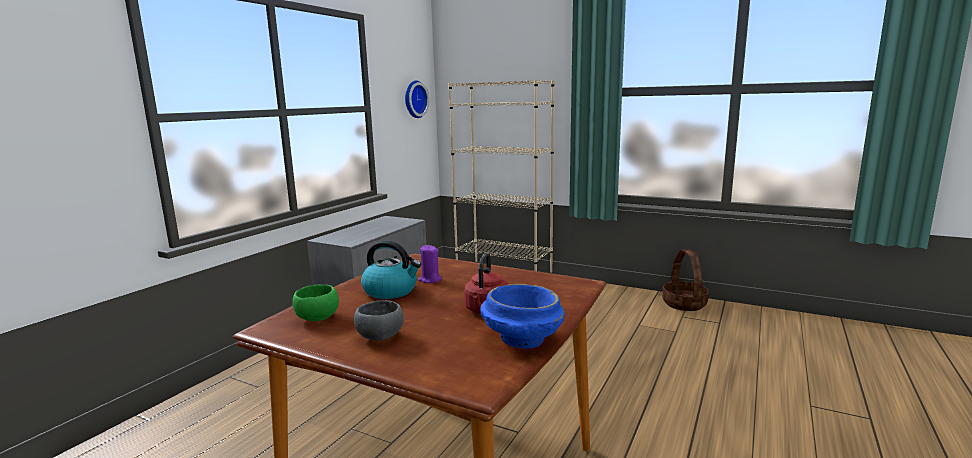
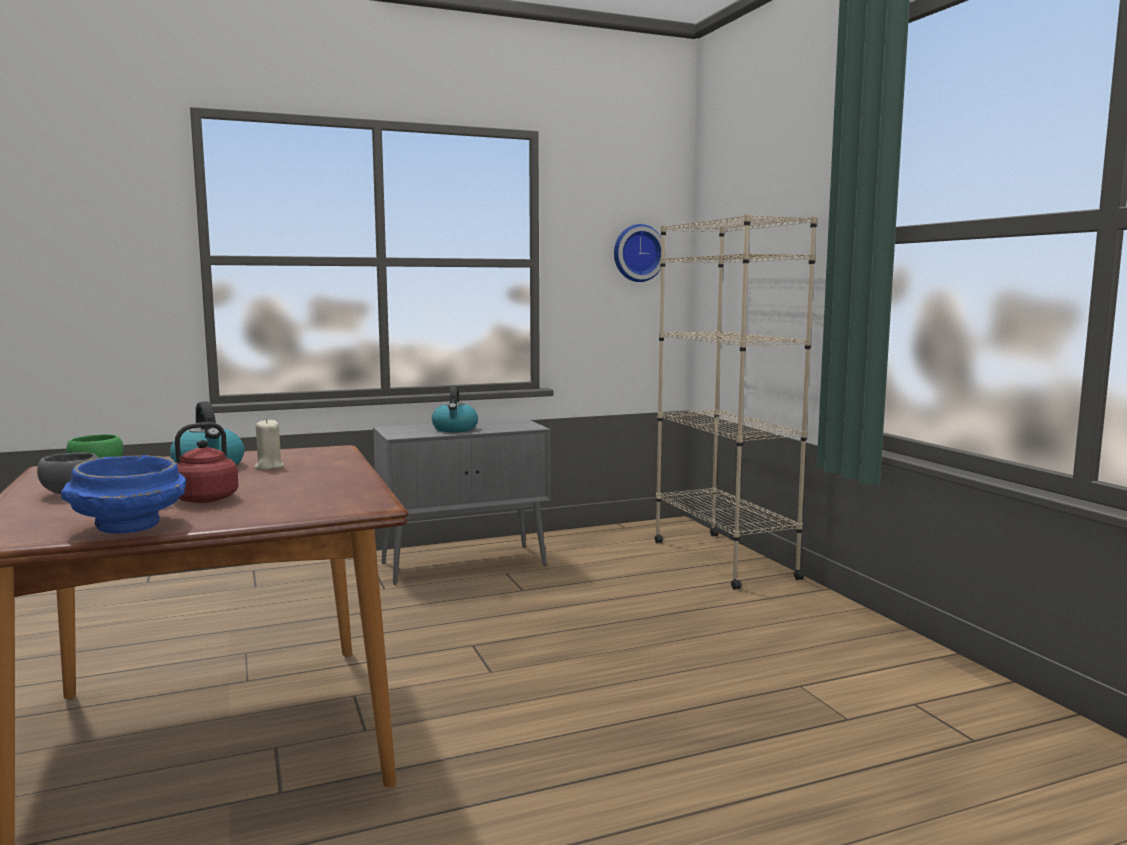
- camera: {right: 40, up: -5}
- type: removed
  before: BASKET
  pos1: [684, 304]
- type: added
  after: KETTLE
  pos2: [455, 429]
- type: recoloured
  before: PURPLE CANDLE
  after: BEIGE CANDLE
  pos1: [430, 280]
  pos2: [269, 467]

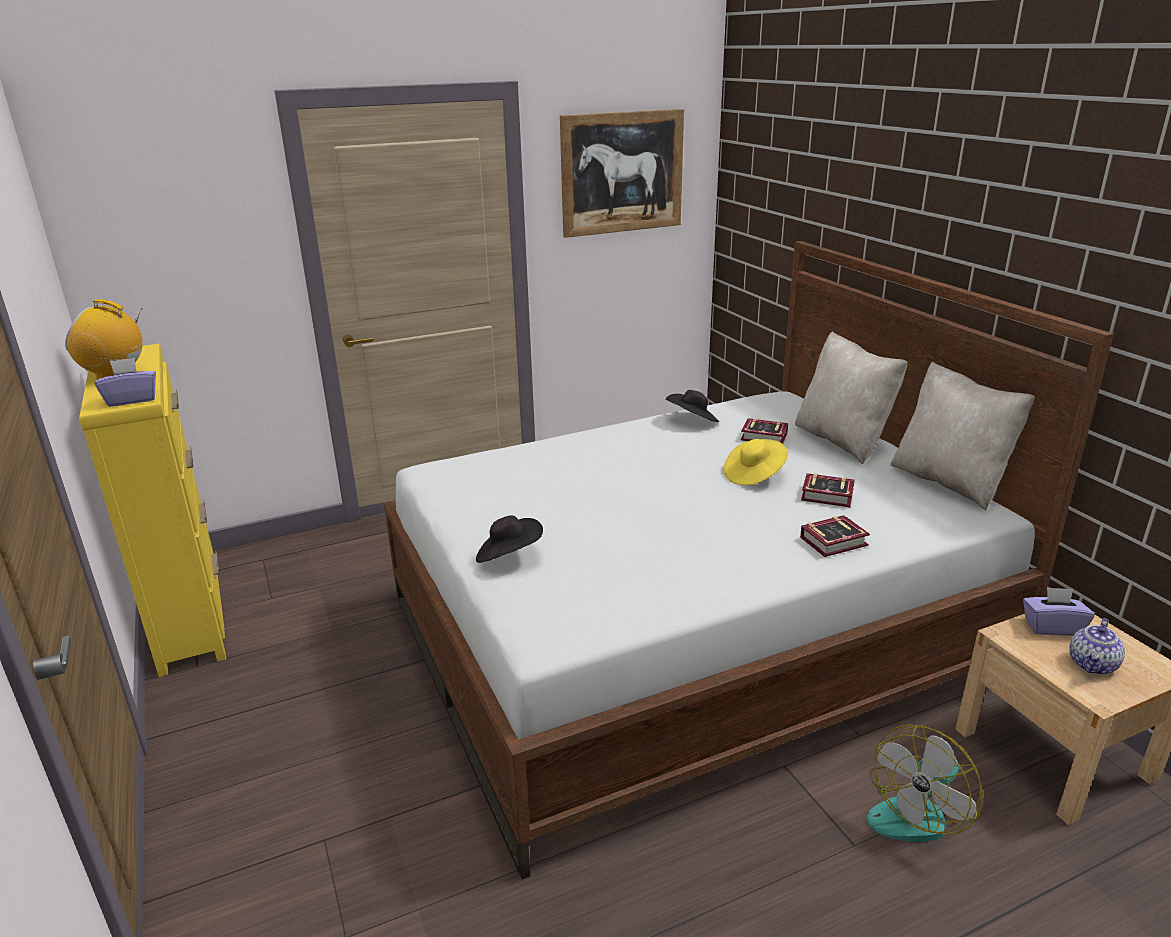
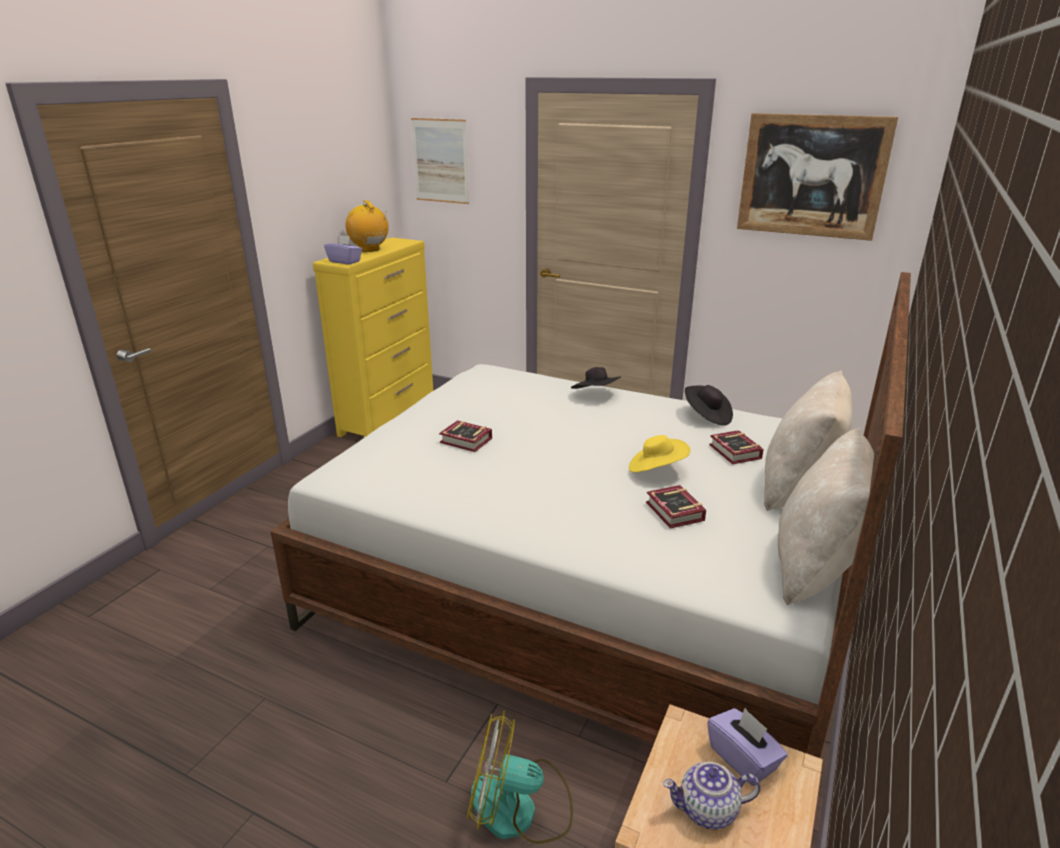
- camera: {right: 50, up: 0}
- type: added
  after: PICTURE
  pos2: [440, 161]
- type: moved
  before: BLACK HAT
  pos1: [509, 556]
  pos2: [596, 395]
- type: moved
  before: BOOK
  pos1: [836, 541]
  pos2: [467, 441]

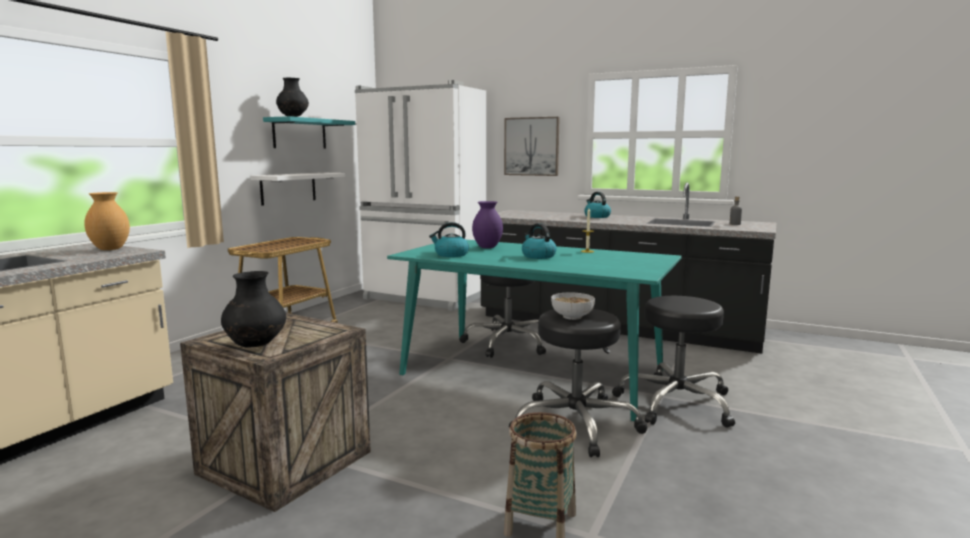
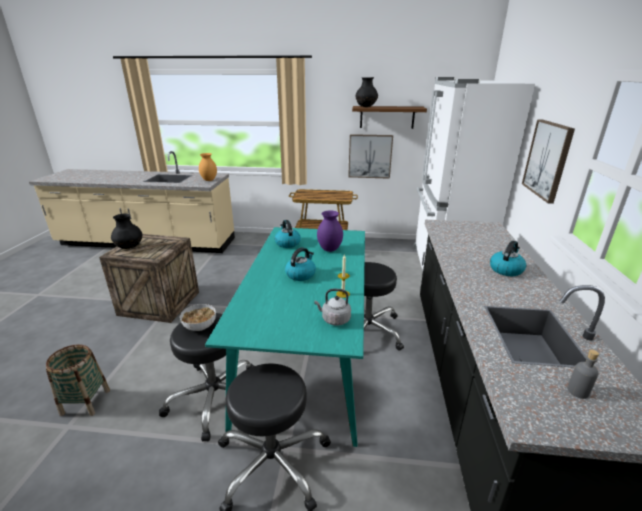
- camera: {right: 70, up: 15}
- type: added
  after: GREY KETTLE
  pos2: [334, 319]
- type: replaced
  before: WHITE SHELF
  after: PICTURE
  pos1: [288, 188]
  pos2: [370, 156]
- type: recoloured
  before: TURQUOISE SHELF
  after: BROWN SHELF
  pos1: [299, 134]
  pos2: [387, 117]

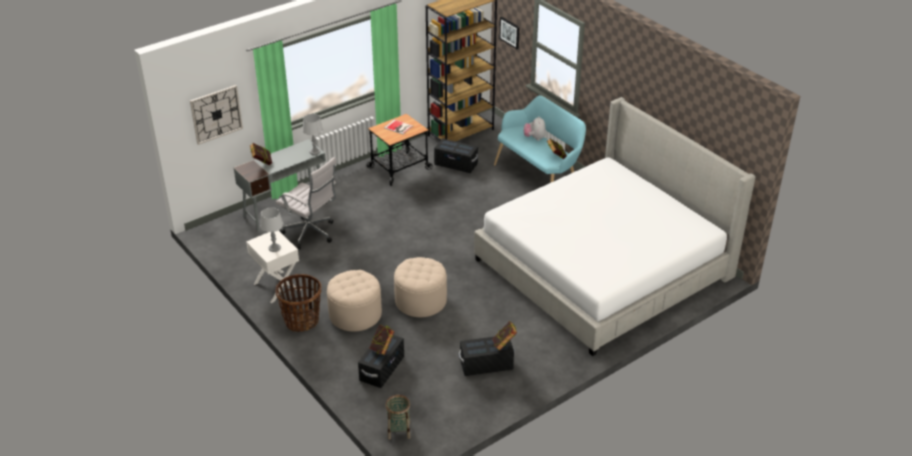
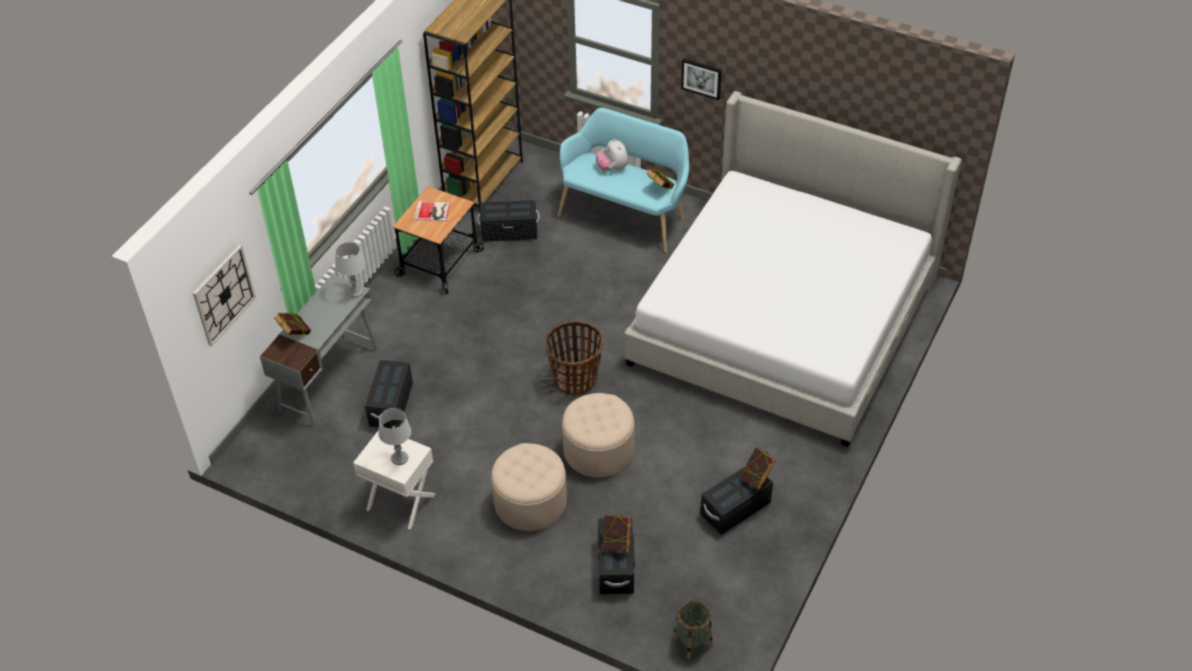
- camera: {right: -25, up: 10}
- type: moved
  before: BASKET
  pos1: [302, 321]
  pos2: [575, 379]
- type: moved
  before: PICTURE
  pos1: [510, 32]
  pos2: [701, 78]
- type: replaced
  before: WHITE OFFICE CHAIR
  after: BLACK STORAGE BOX
  pos1: [311, 234]
  pos2: [391, 405]

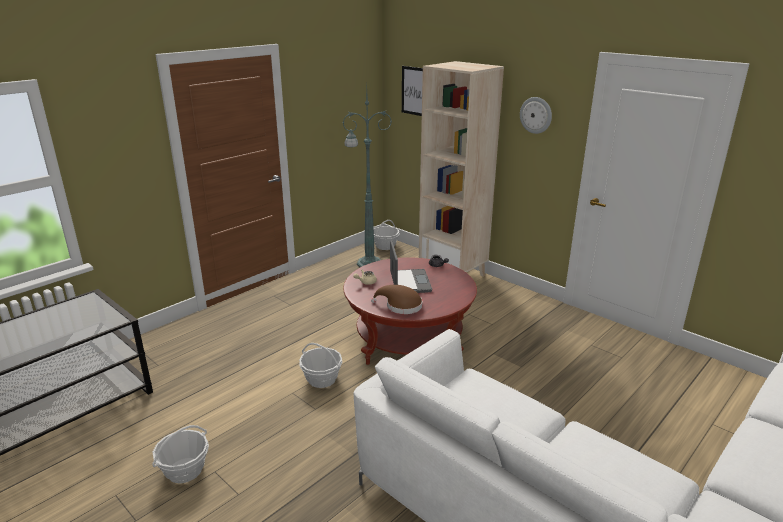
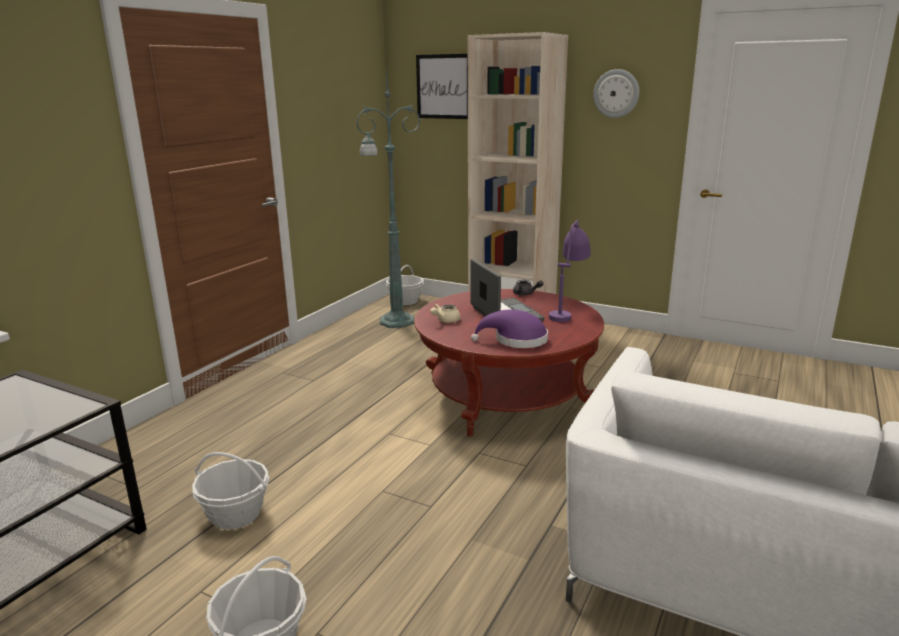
- camera: {right: -15, up: -5}
- type: added
  after: PURPLE TABLE LAMP
  pos2: [568, 310]
- type: moved
  before: BASKET
  pos1: [322, 379]
  pos2: [236, 514]
- type: recoloured
  before: BROWN HAT
  after: PURPLE HAT
  pos1: [400, 306]
  pos2: [516, 340]

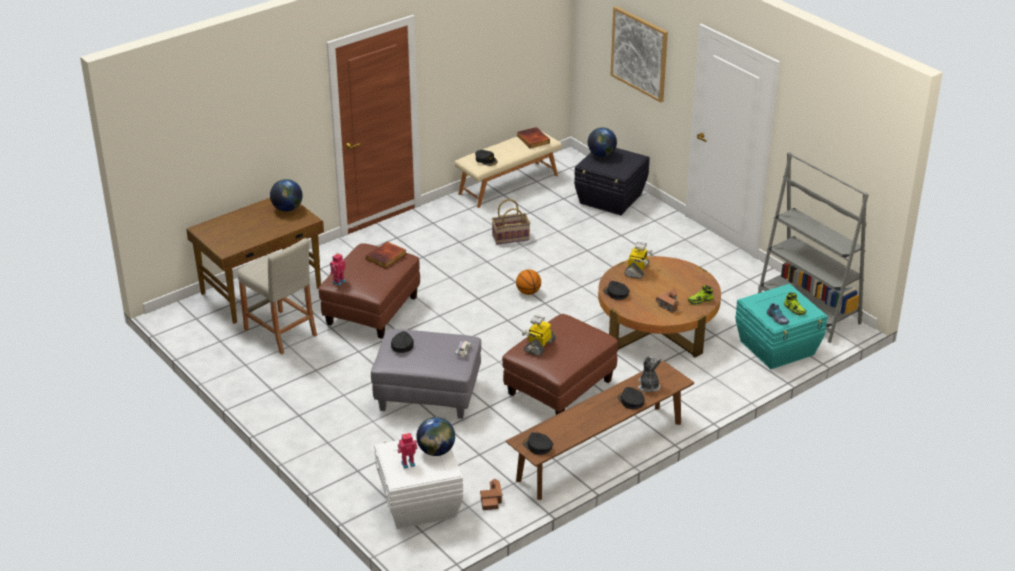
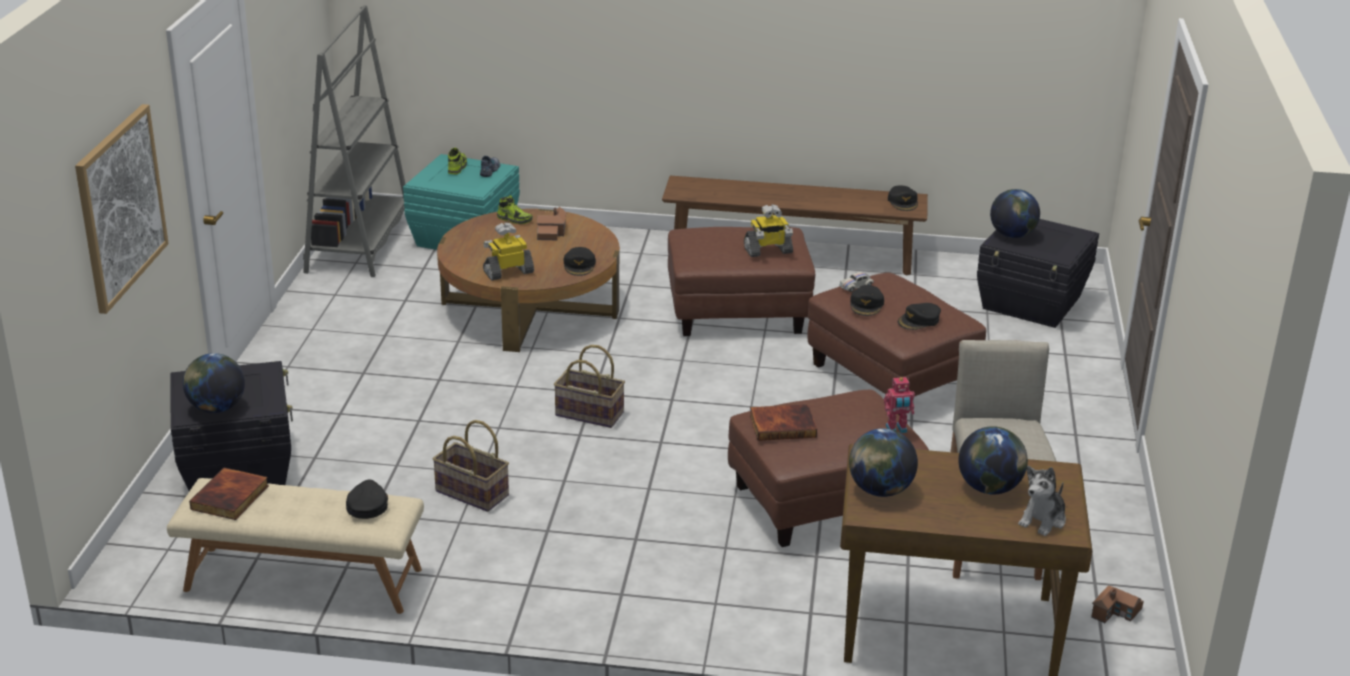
- camera: {right: -135, up: -5}
- type: removed
  before: TOY ROBOT
  pos1: [408, 463]
- type: added
  after: GLOBE
  pos2: [989, 488]
- type: moved
  before: TOY HOUSE
  pos1: [491, 500]
  pos2: [1116, 612]
- type: moved
  before: BLACK CAP
  pos1: [631, 401]
  pos2: [866, 305]
- type: moved
  before: PLUSH TOY
  pos1: [648, 386]
  pos2: [1043, 520]
- type: replaced
  before: BASKETBALL
  after: BASKET
  pos1: [528, 292]
  pos2: [588, 414]
- type: recoloured
  before: GREY OTTOMAN
  after: BROWN OTTOMAN
  pos1: [427, 394]
  pos2: [891, 378]
- type: recoloured
  before: WHITE STORAGE BOX
  after: BLACK STORAGE BOX
  pos1: [418, 503]
  pos2: [1032, 303]

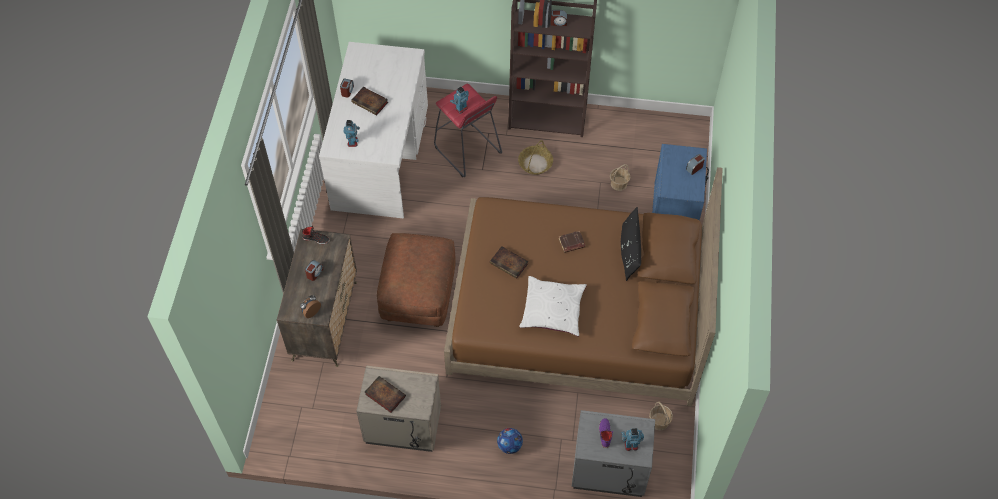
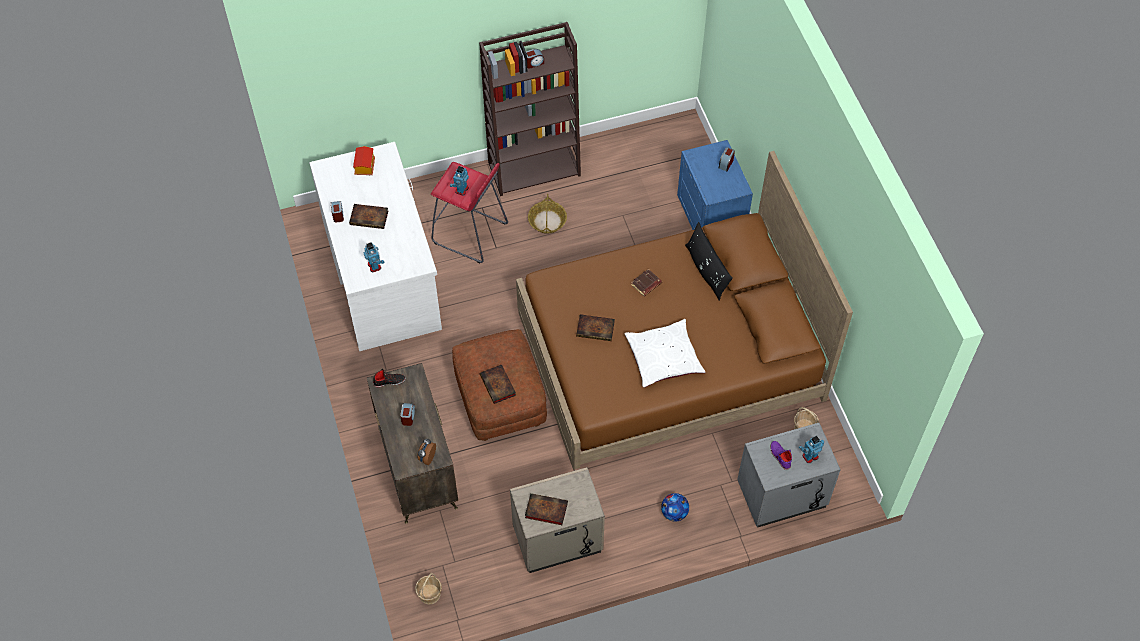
- camera: {right: -25, up: 0}
- type: added
  after: TOY HOUSE
  pos2: [364, 167]
- type: added
  after: BOOK
  pos2: [498, 386]
- type: moved
  before: BASKET
  pos1: [619, 184]
  pos2: [430, 594]

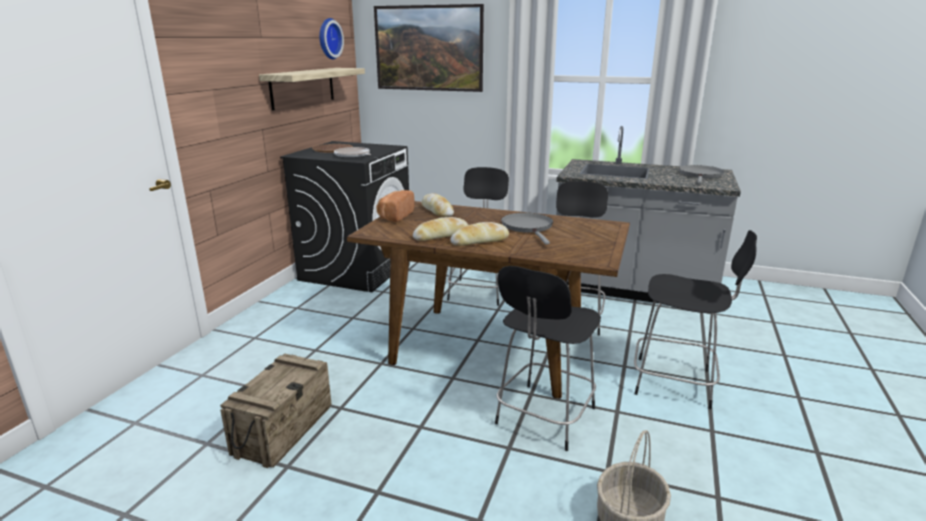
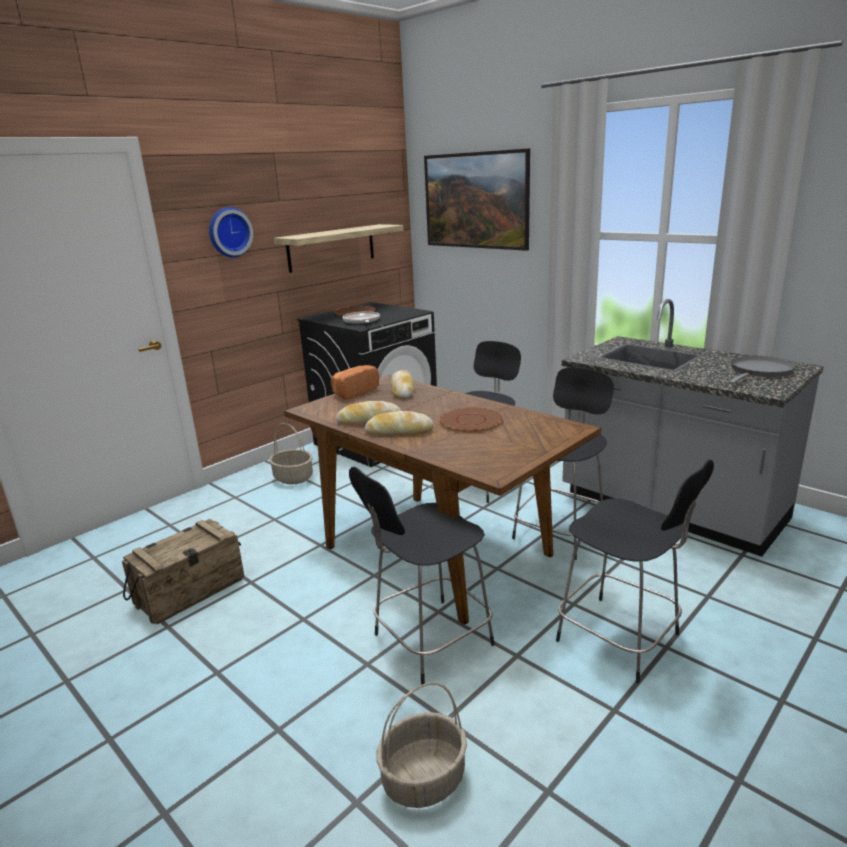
- camera: {right: 25, up: 0}
- type: added
  after: BASKET
  pos2: [293, 478]
- type: moved
  before: WALL CLOCK
  pos1: [328, 39]
  pos2: [229, 232]
- type: replaced
  before: GREY FRYING PAN
  after: BROWN PLATE
  pos1: [528, 227]
  pos2: [471, 421]

